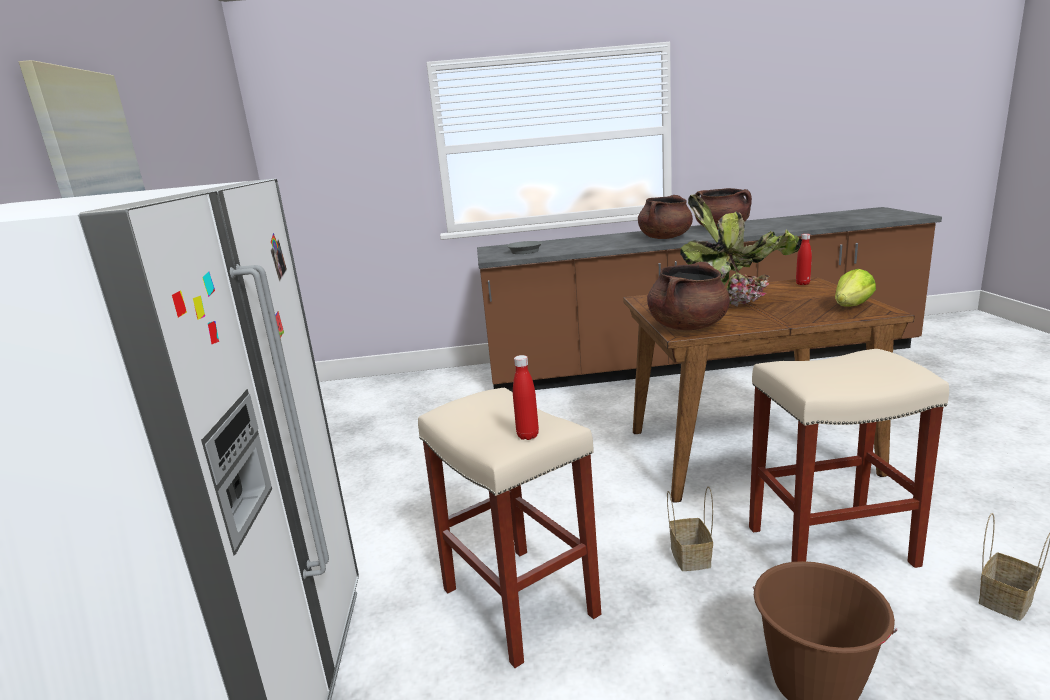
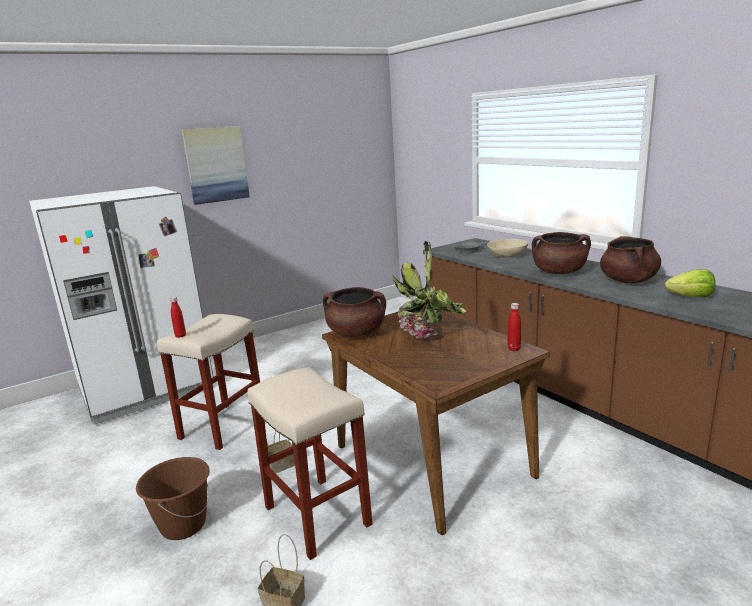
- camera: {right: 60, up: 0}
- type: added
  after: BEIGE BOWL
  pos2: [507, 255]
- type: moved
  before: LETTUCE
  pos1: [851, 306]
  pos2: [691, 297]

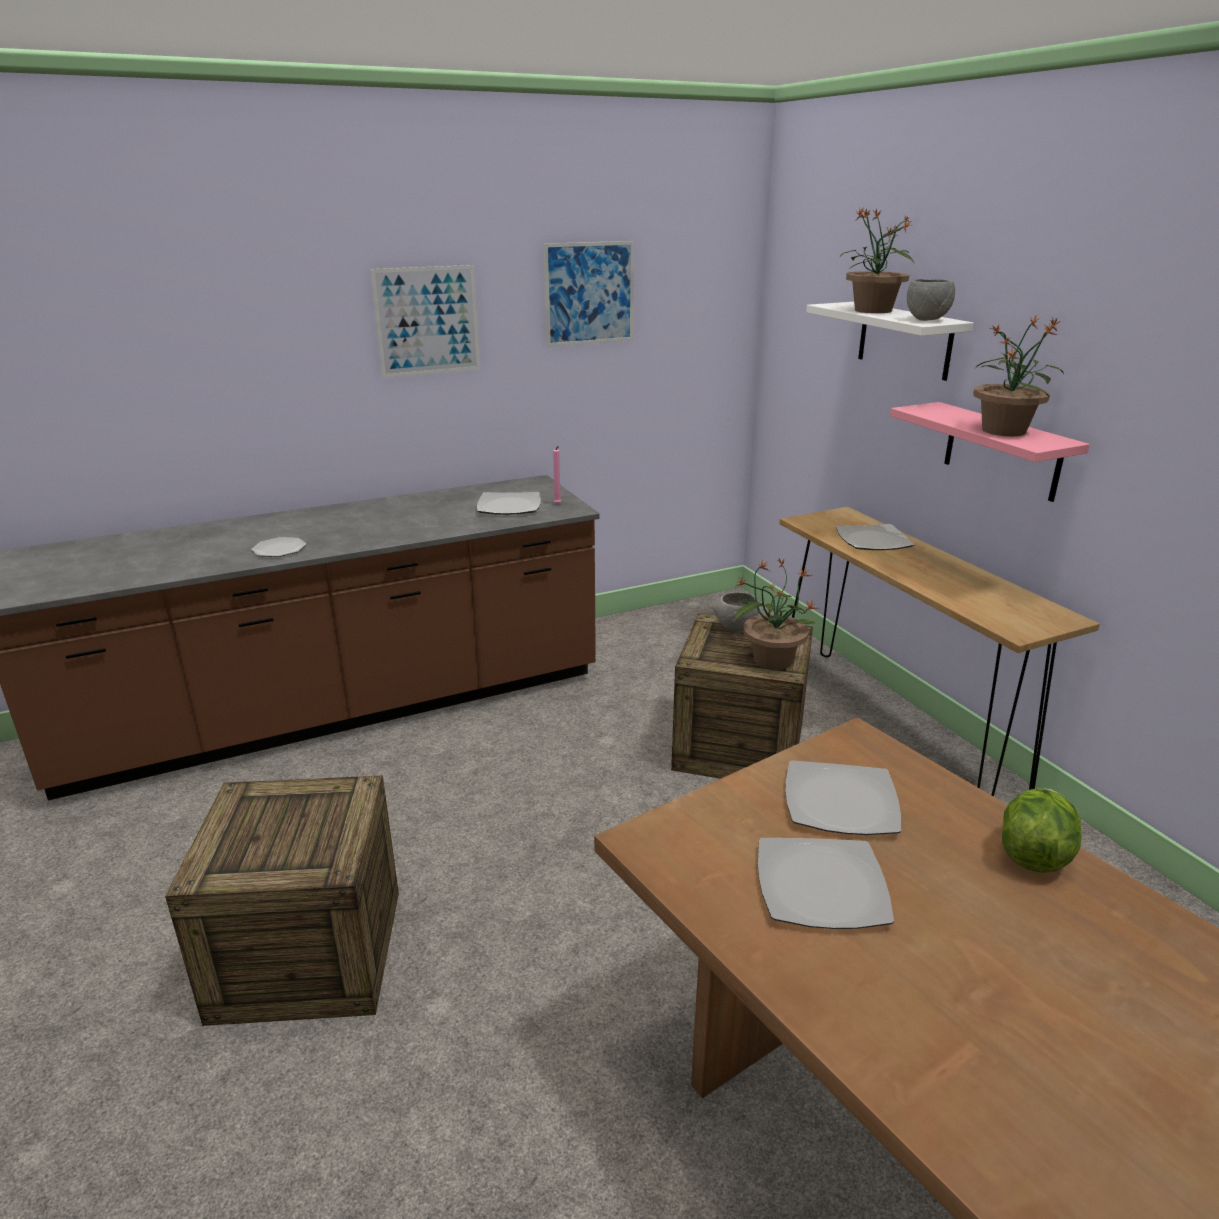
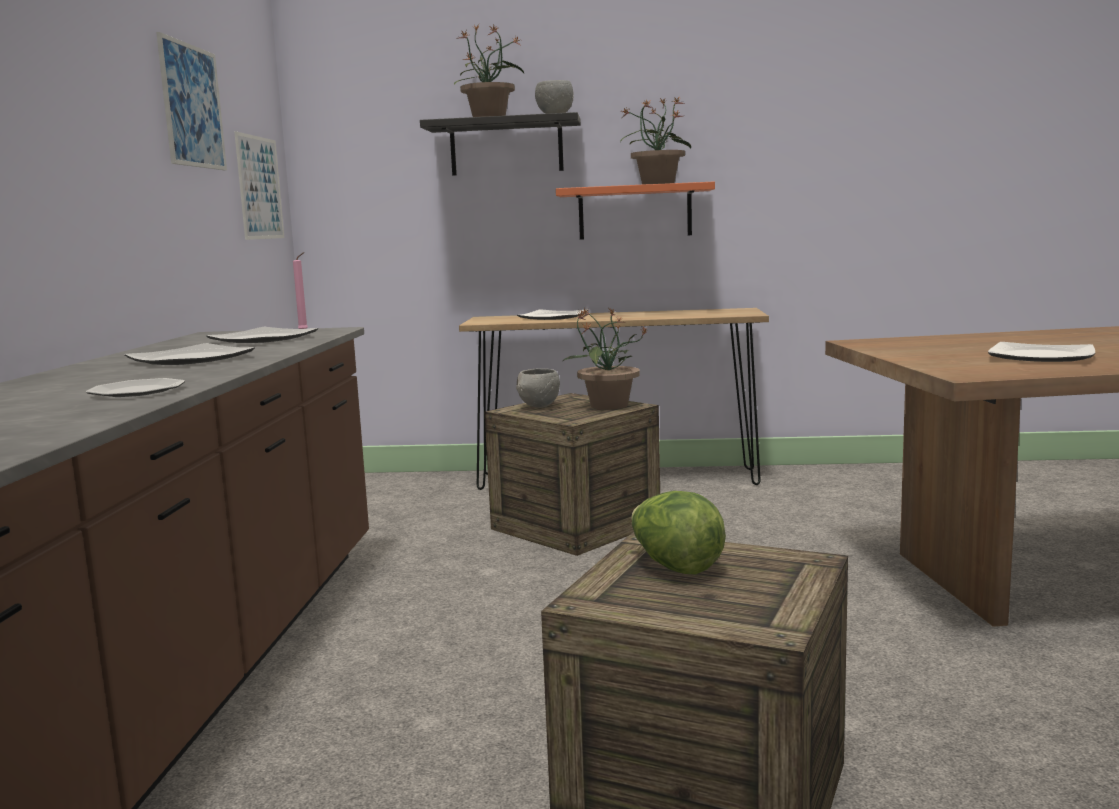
- camera: {right: -60, up: -15}
- type: moved
  before: PICTURE
  pos1: [427, 321]
  pos2: [260, 188]
- type: moved
  before: PLATE
  pos1: [839, 801]
  pos2: [189, 359]
- type: moved
  before: LETTUCE
  pos1: [1033, 853]
  pos2: [674, 566]
- type: recoloured
  before: WHITE SHELF
  after: BLACK SHELF
  pos1: [904, 340]
  pos2: [506, 147]
- type: recoloured
  before: PINK SHELF
  after: ORANGE SHELF
  pos1: [1002, 451]
  pos2: [635, 212]

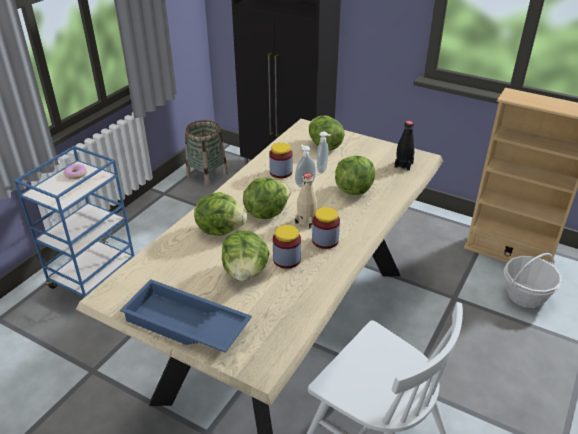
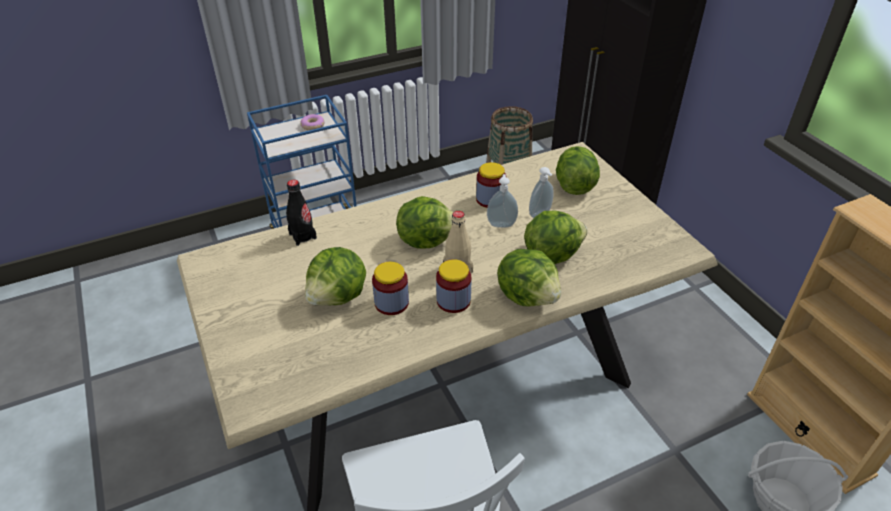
- camera: {right: 35, up: 5}
- type: removed
  before: BLUE TRAY
  pos1: [184, 325]
- type: moved
  before: LETTUCE
  pos1: [220, 229]
  pos2: [528, 296]
- type: moved
  before: BLACK BOTTLE
  pos1: [403, 165]
  pos2: [302, 236]

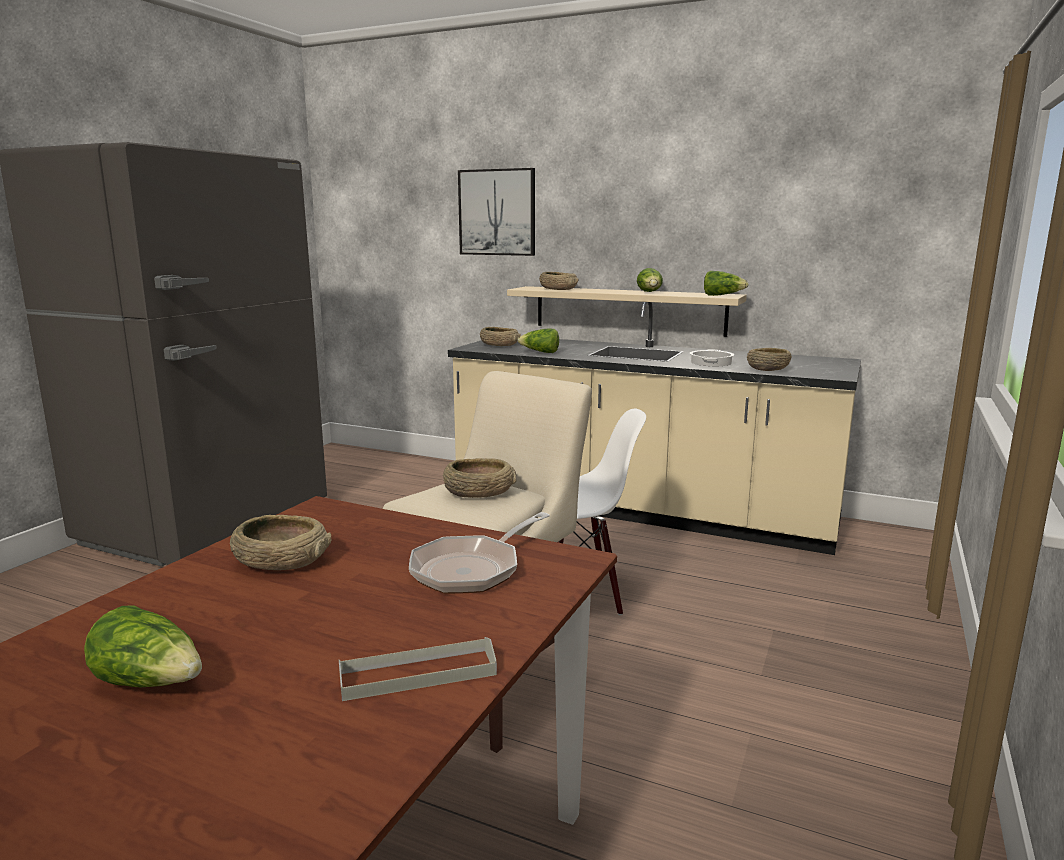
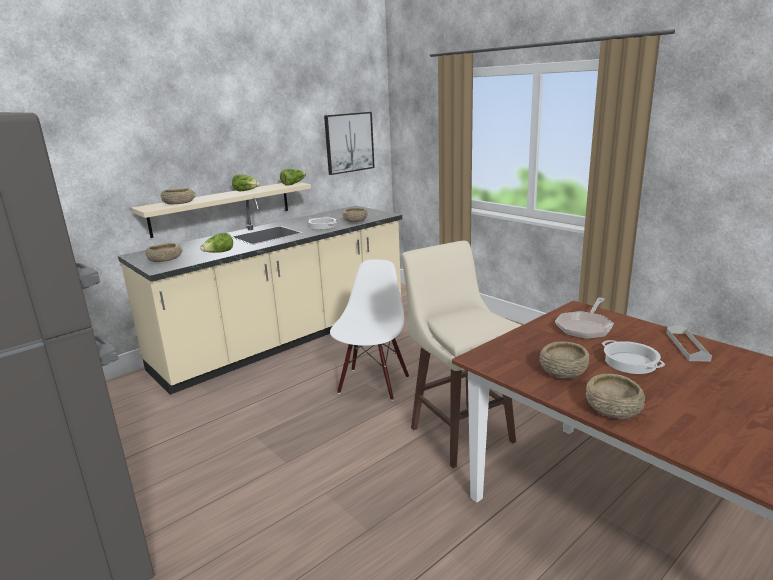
- camera: {right: -65, up: 5}
- type: removed
  before: LETTUCE
  pos1: [151, 682]
- type: added
  after: COOKING POT
  pos2: [629, 362]
- type: moved
  before: BEIGE BOWL
  pos1: [478, 492]
  pos2: [612, 408]
- type: moved
  before: PICTURE
  pos1: [497, 212]
  pos2: [349, 142]
- type: turned
  before: FRYING PAN
  pos1: [472, 569]
  pos2: [585, 327]
  turn: 60

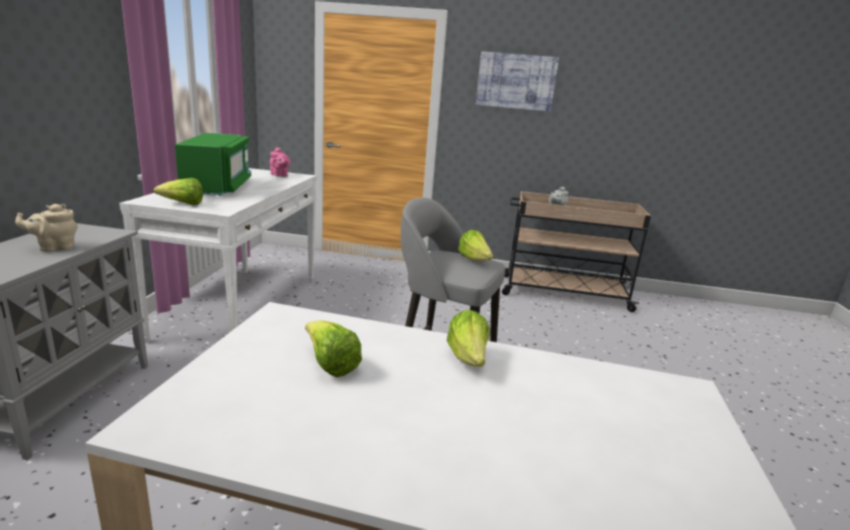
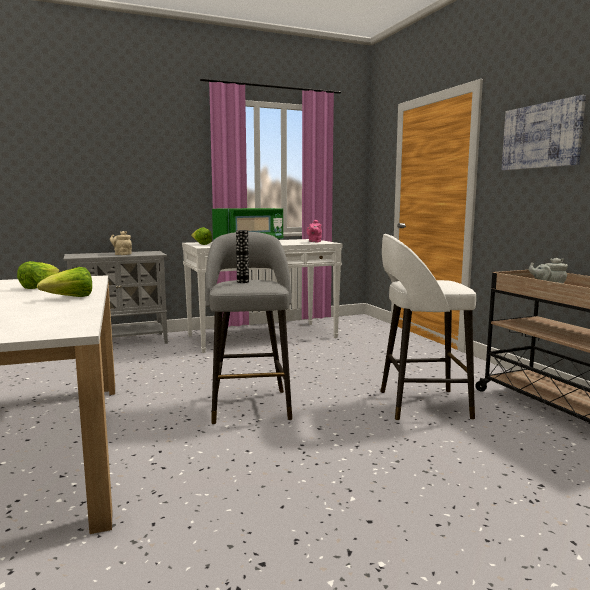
- camera: {right: 60, up: -10}
- type: removed
  before: LETTUCE
  pos1: [475, 261]
- type: added
  after: VASE
  pos2: [243, 282]
- type: added
  after: WHITE STOOL
  pos2: [420, 404]

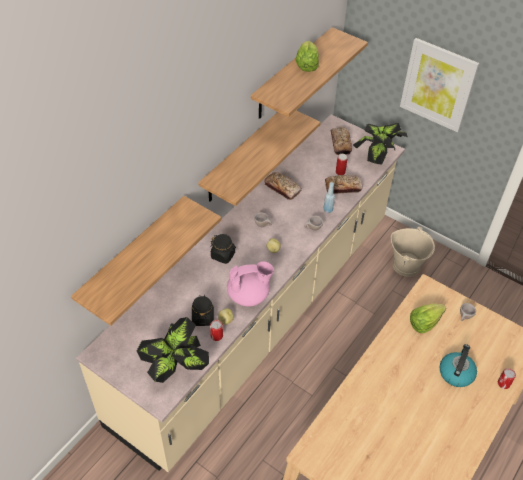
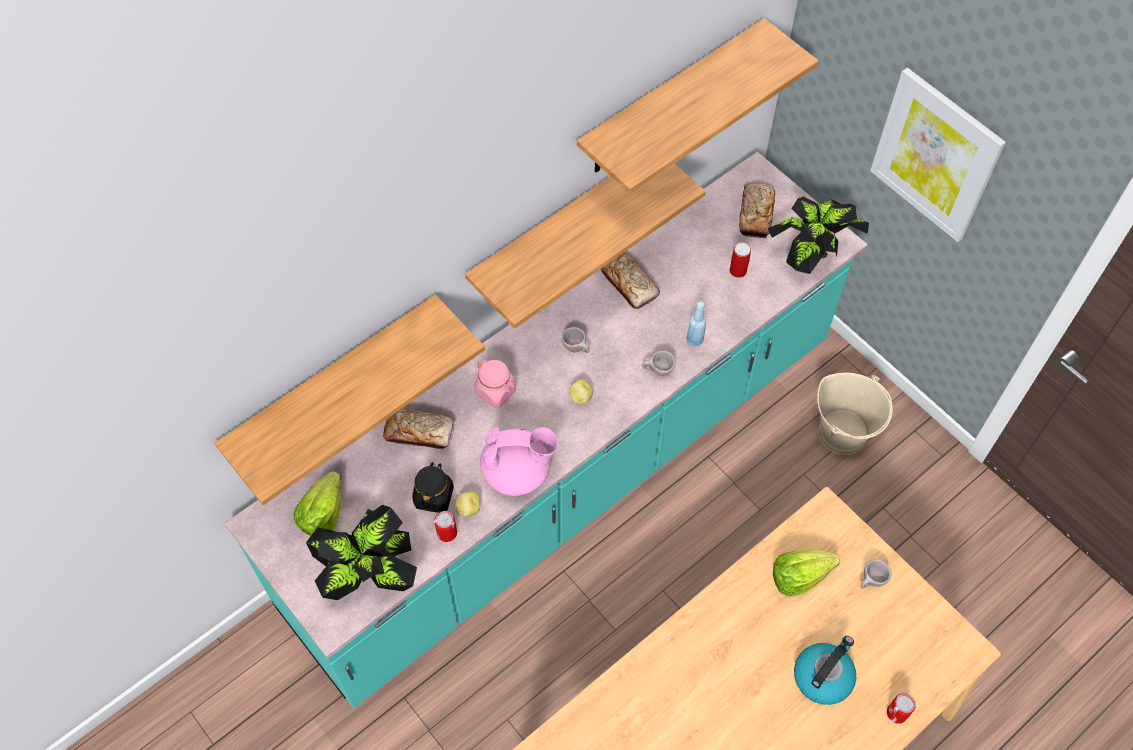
- camera: {right: 15, up: 10}
- type: moved
  before: LETTUCE
  pos1: [306, 65]
  pos2: [323, 514]
- type: moved
  before: BREAD
  pos1: [343, 187]
  pos2: [419, 432]
- type: recoloured
  before: BEIGE COUNTER
  after: TURQUOISE COUNTER
  pos1: [259, 316]
  pos2: [566, 474]
- type: recoloured
  before: BLACK JAR
  after: PINK JAR
  pos1: [223, 255]
  pos2: [496, 391]

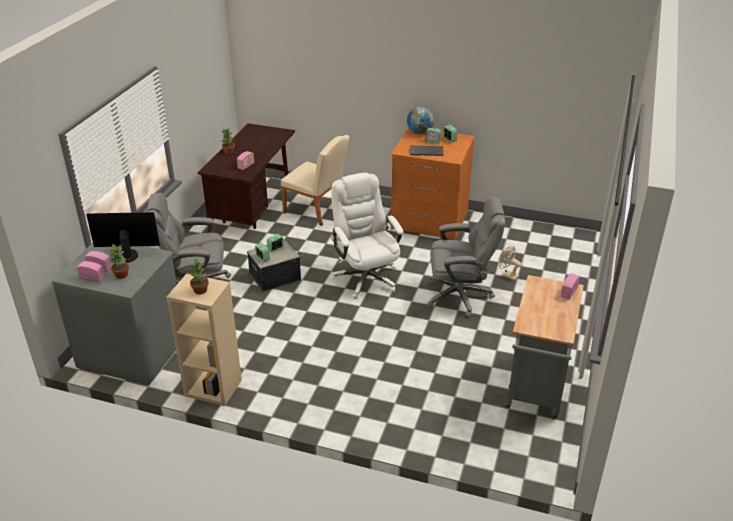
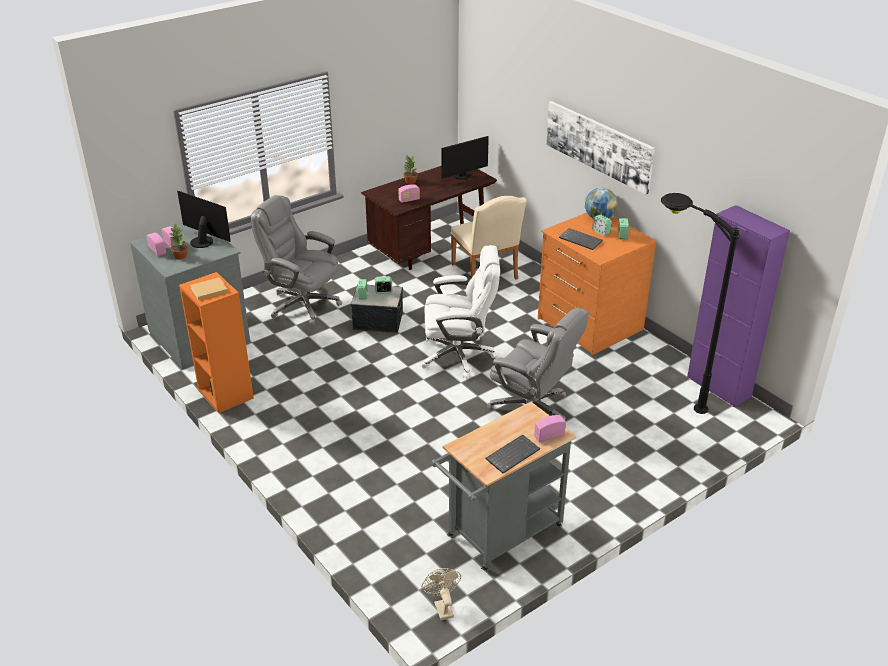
- camera: {right: 35, up: 0}
- type: added
  after: MONITOR
  pos2: [462, 176]
- type: added
  after: KEYBOARD
  pos2: [512, 454]
- type: added
  after: PICTURE
  pos2: [598, 145]
- type: added
  after: BLACK FLOOR LAMP
  pos2: [663, 390]
- type: added
  after: PURPLE CABINET
  pos2: [718, 387]
- type: moved
  before: BEIGE FAN
  pos1: [507, 275]
  pos2: [442, 607]
- type: replaced
  before: POTTED PLANT
  after: BEIGE BOOK
  pos1: [200, 290]
  pos2: [208, 290]
- type: recoloured
  before: BEIGE BOOKCASE
  after: ORANGE BOOKCASE
  pos1: [212, 388]
  pos2: [225, 394]
- type: turned
  before: WHITE OFFICE CHAIR
  pos1: [365, 277]
  pos2: [459, 355]
  turn: 75

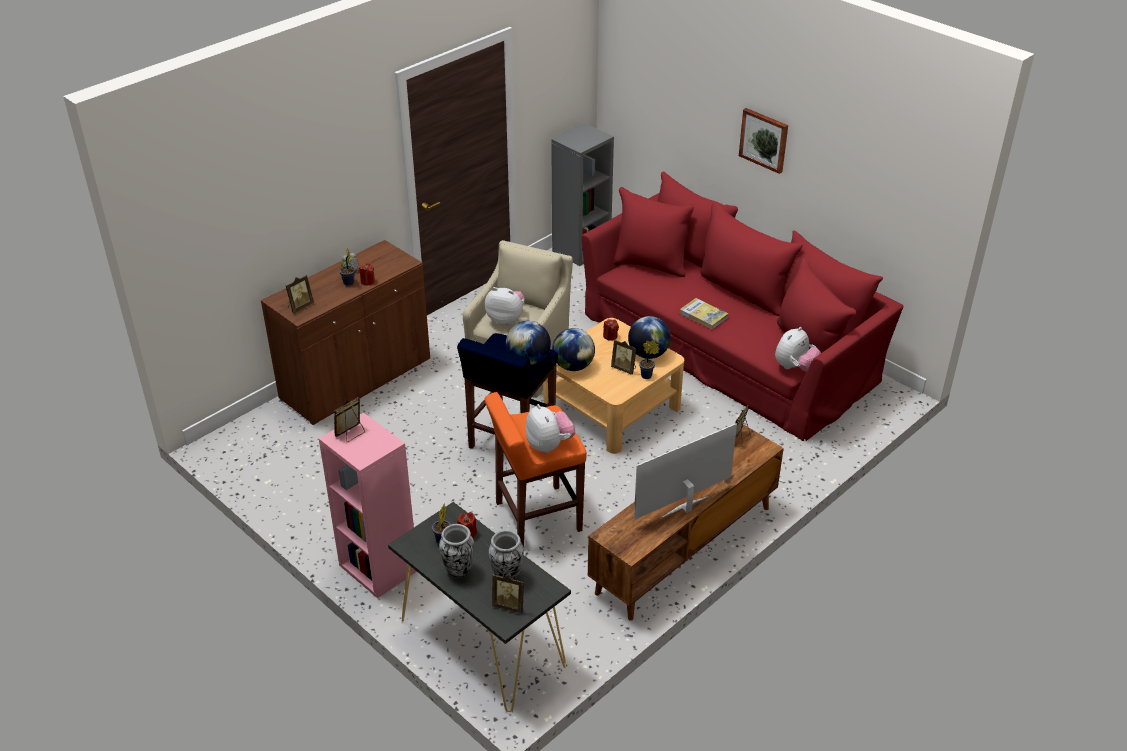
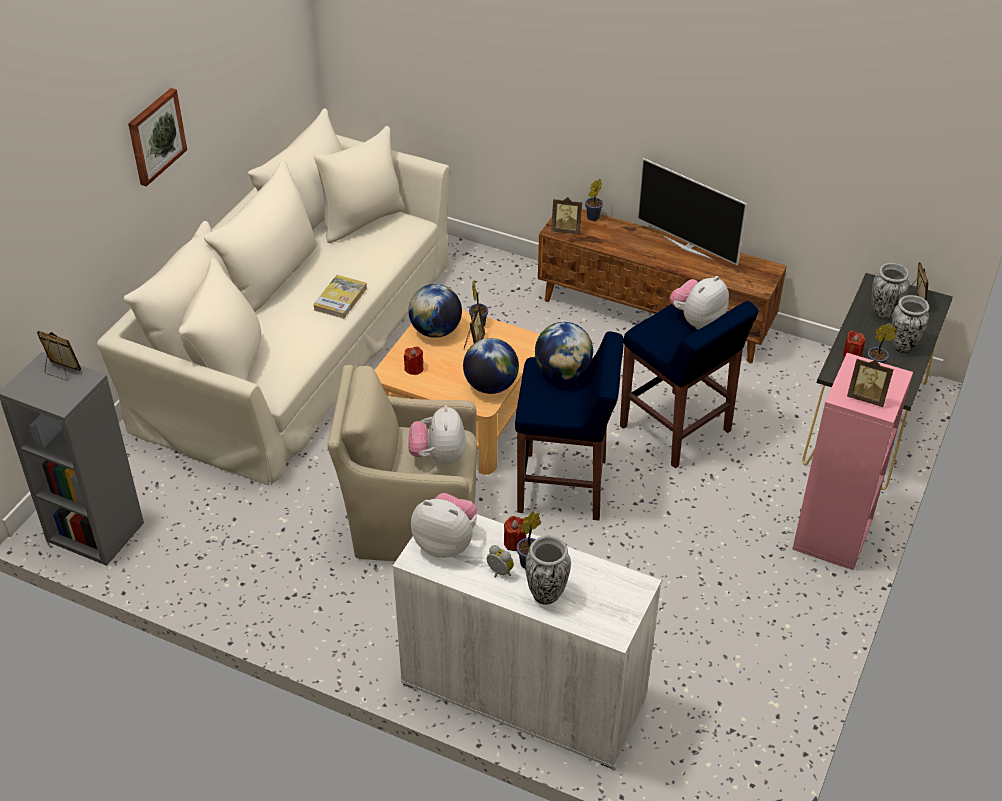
- camera: {right: -110, up: 5}
- type: added
  after: VASE
  pos2: [546, 594]
- type: added
  after: POTTED PLANT
  pos2: [592, 218]
- type: moved
  before: PICTURE FRAME
  pos1: [300, 306]
  pos2: [61, 371]
- type: moved
  before: PLUSH TOY
  pos1: [795, 367]
  pos2: [446, 543]
- type: recoloured
  before: BROWN CABINET
  after: WHITE CABINET
  pos1: [356, 380]
  pos2: [523, 691]
- type: recoloured
  before: ORANGE STOOL
  after: BLUE STOOL
  pos1: [536, 517]
  pos2: [676, 430]
- type: recoloured
  before: RED SOFA
  after: BEIGE SOFA
  pos1: [728, 347]
  pos2: [298, 342]

